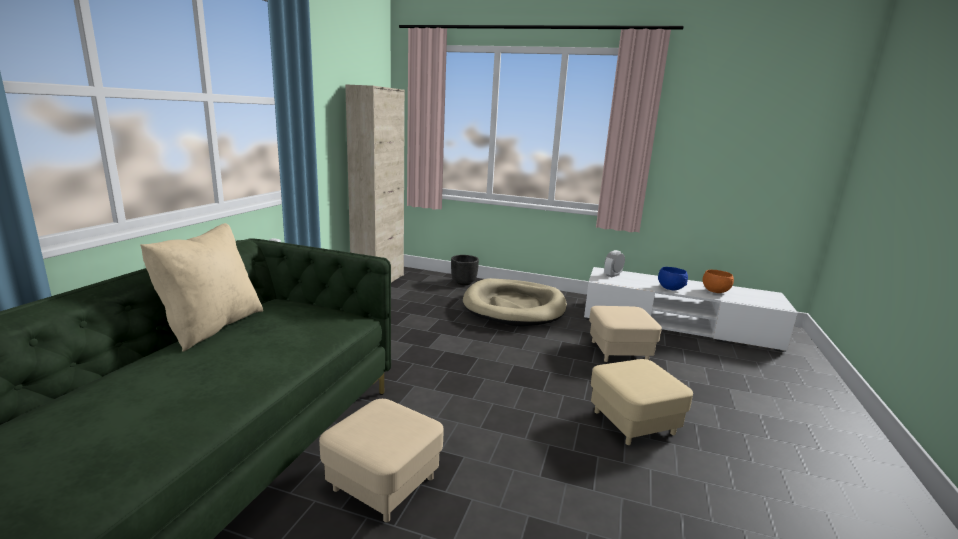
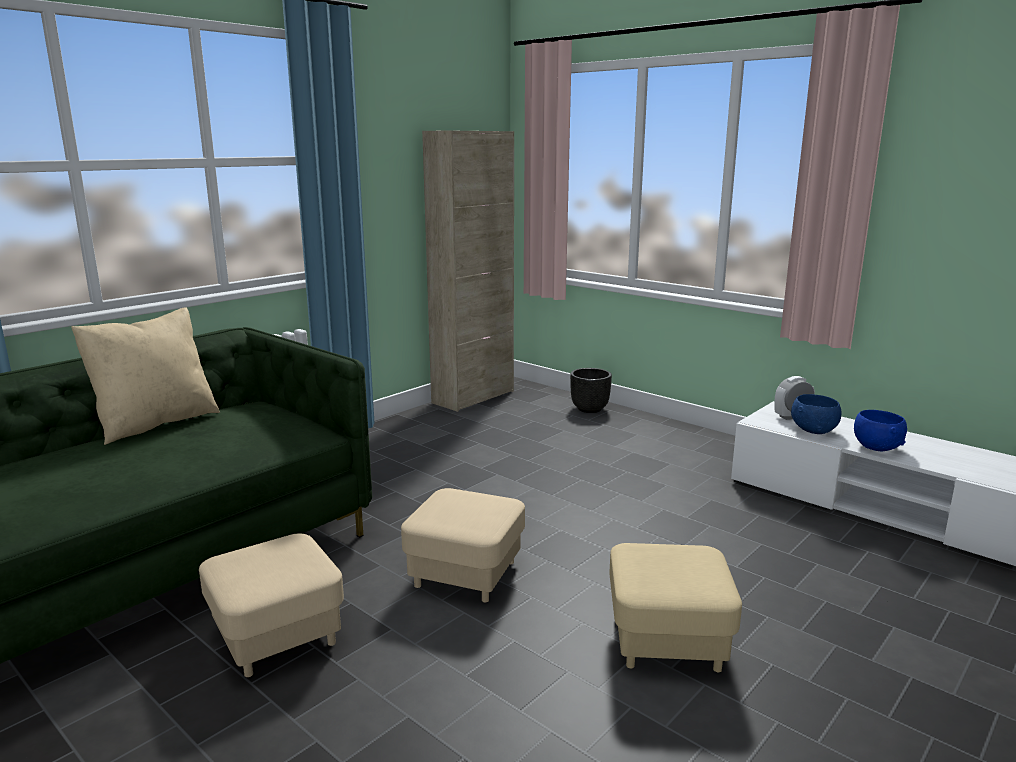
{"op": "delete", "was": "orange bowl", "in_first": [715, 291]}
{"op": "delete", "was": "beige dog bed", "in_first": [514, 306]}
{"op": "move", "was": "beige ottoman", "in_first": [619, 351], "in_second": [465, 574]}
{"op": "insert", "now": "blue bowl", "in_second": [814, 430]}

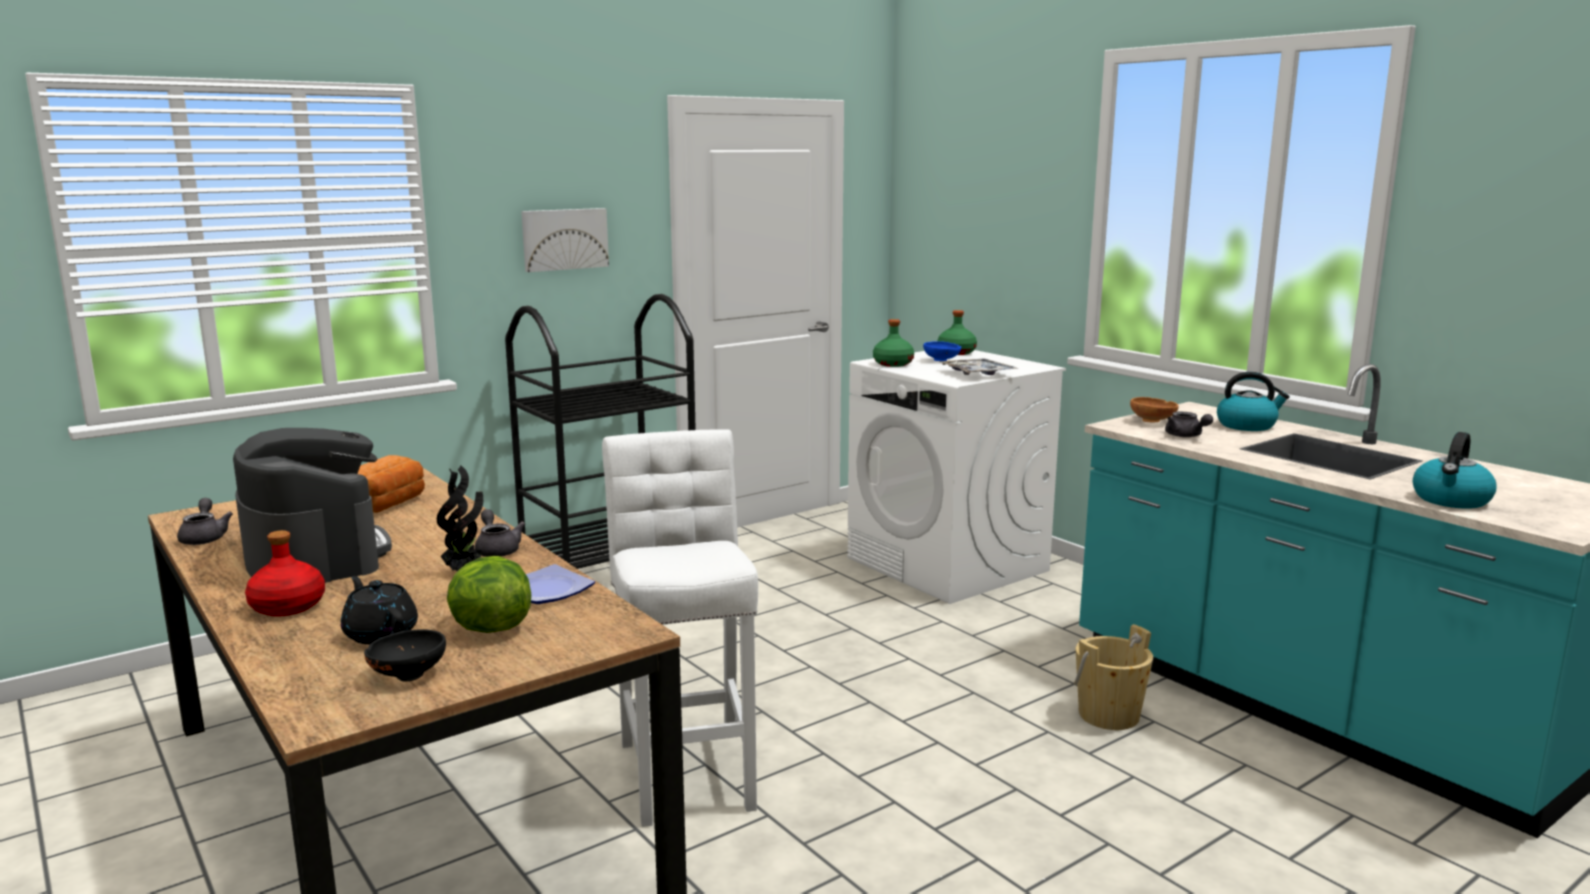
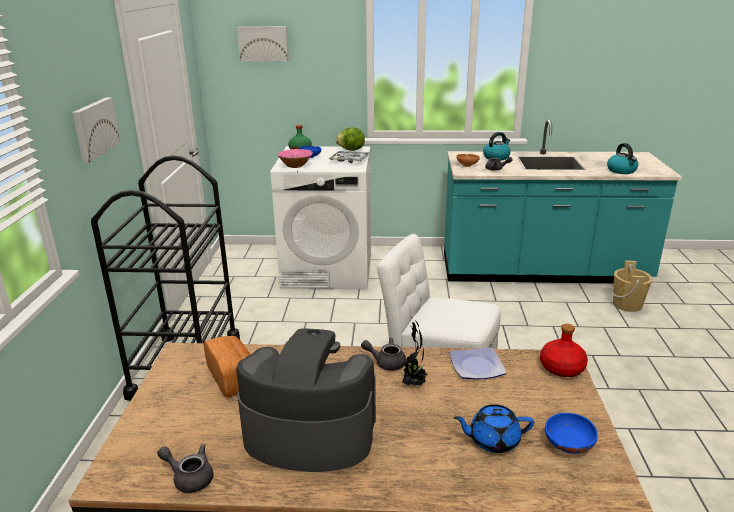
{"op": "replace", "was": "green bottle", "now": "pink bowl", "in_first": [892, 364], "in_second": [295, 166]}
{"op": "move", "was": "red bottle", "in_first": [288, 606], "in_second": [561, 367]}
{"op": "move", "was": "lettuce", "in_first": [489, 628], "in_second": [351, 150]}
{"op": "recolor", "was": "black teapot", "now": "blue teapot", "in_first": [380, 633], "in_second": [492, 440]}
{"op": "move", "was": "beige bucket", "in_first": [1108, 715], "in_second": [627, 305]}
{"op": "recolor", "was": "black bowl", "now": "blue bowl", "in_first": [407, 674], "in_second": [567, 446]}
{"op": "insert", "now": "picture", "in_second": [263, 43]}

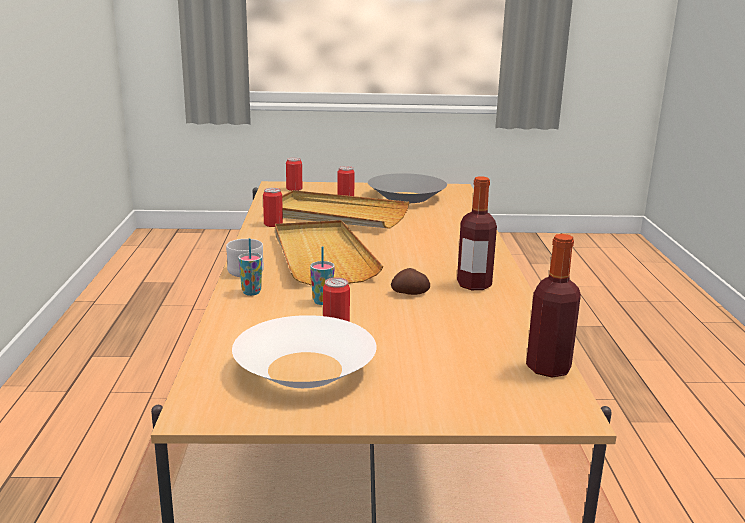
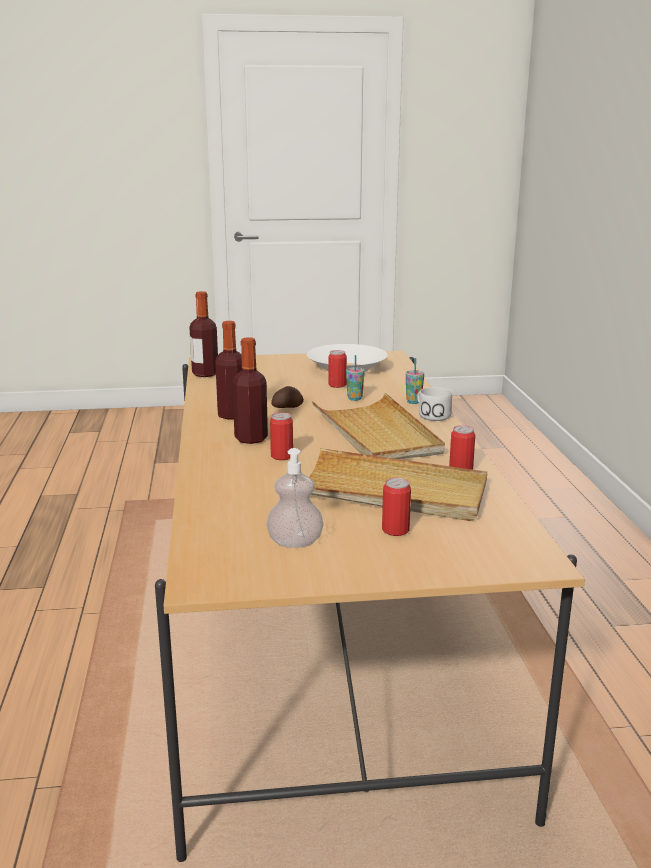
{"op": "move", "was": "can", "in_first": [294, 189], "in_second": [282, 456]}
{"op": "replace", "was": "grey bowl", "now": "soap dispenser", "in_first": [407, 197], "in_second": [295, 542]}
{"op": "insert", "now": "bottle", "in_second": [251, 439]}

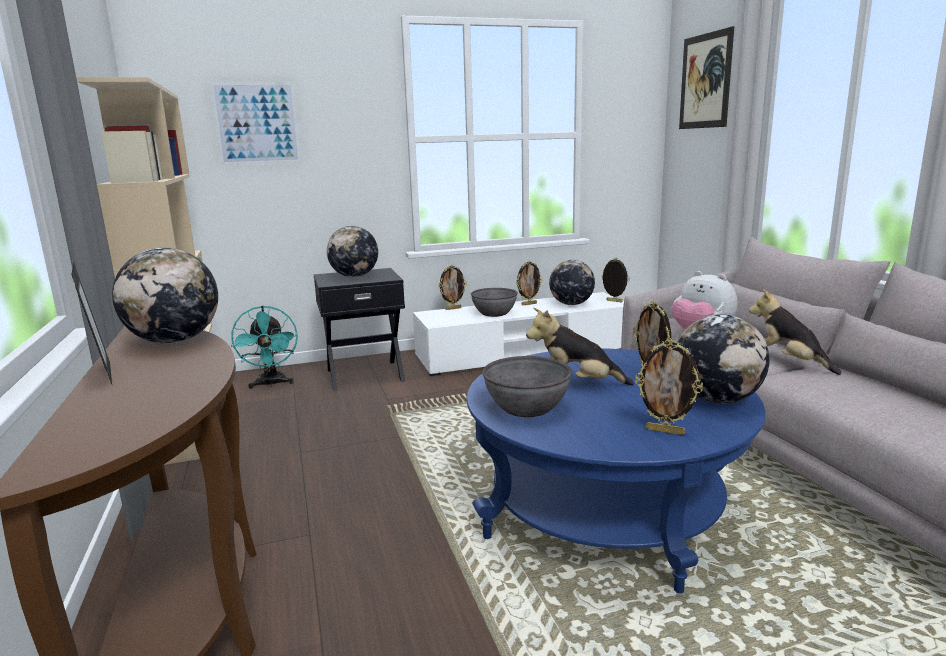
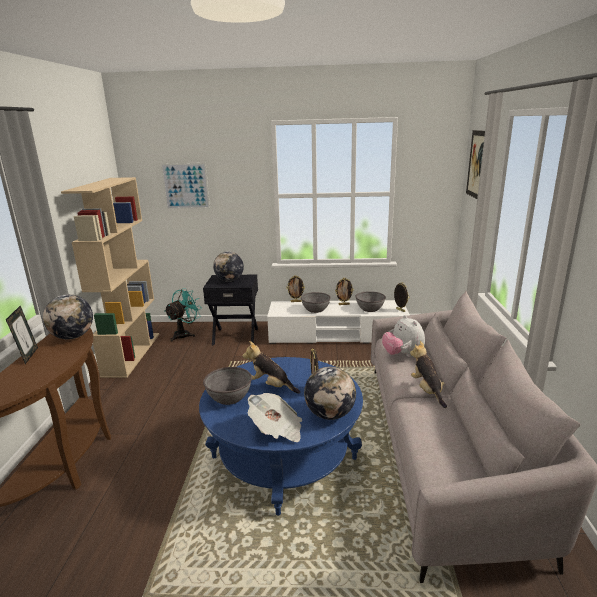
{"op": "replace", "was": "globe", "now": "grey bowl", "in_first": [571, 304], "in_second": [370, 309]}
{"op": "rotate", "was": "turquoise fan", "in_first": [271, 384], "in_second": [185, 334], "clockwise": -150}
{"op": "replace", "was": "picture frame", "now": "newspaper", "in_first": [665, 431], "in_second": [277, 430]}

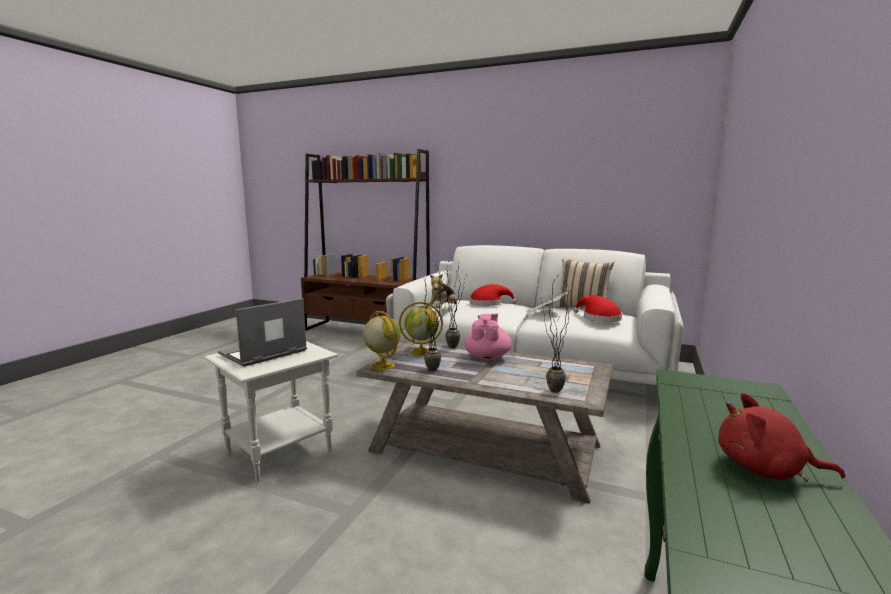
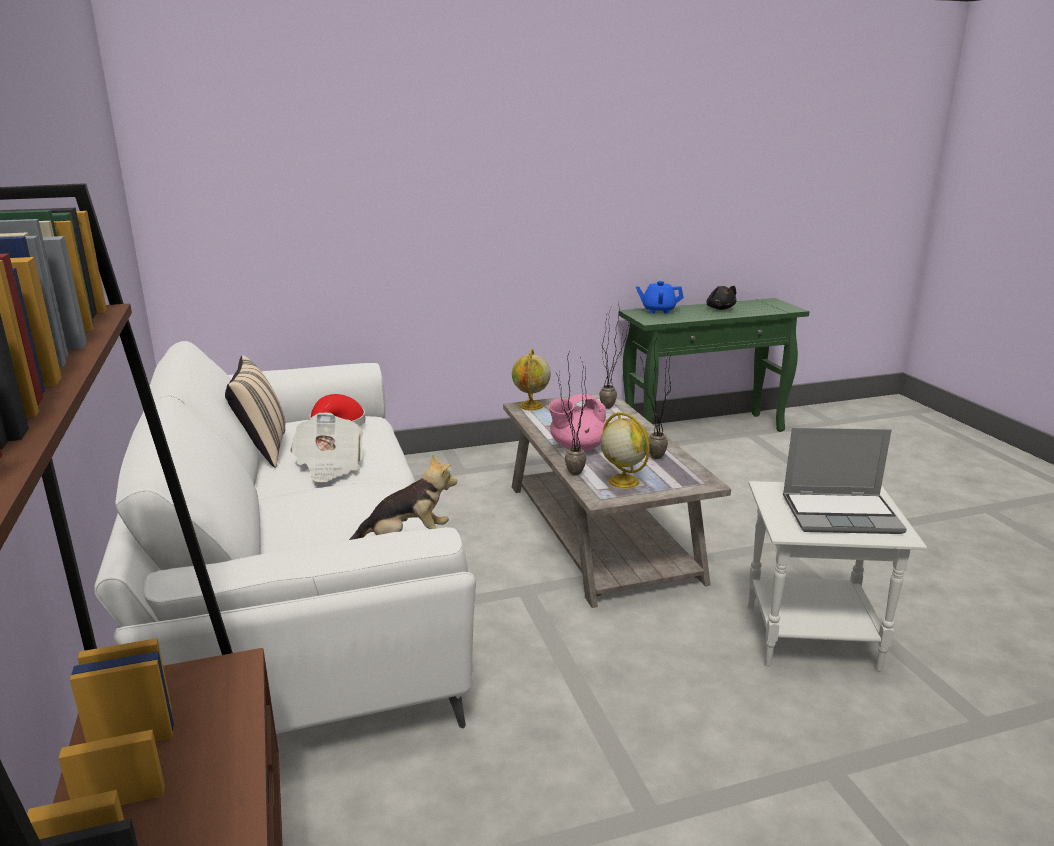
{"op": "delete", "was": "red hat", "in_first": [488, 303]}
{"op": "move", "was": "globe", "in_first": [382, 366], "in_second": [531, 406]}
{"op": "recolor", "was": "red plush toy", "now": "black plush toy", "in_first": [765, 470], "in_second": [720, 308]}
{"op": "insert", "now": "blue teapot", "in_second": [658, 311]}

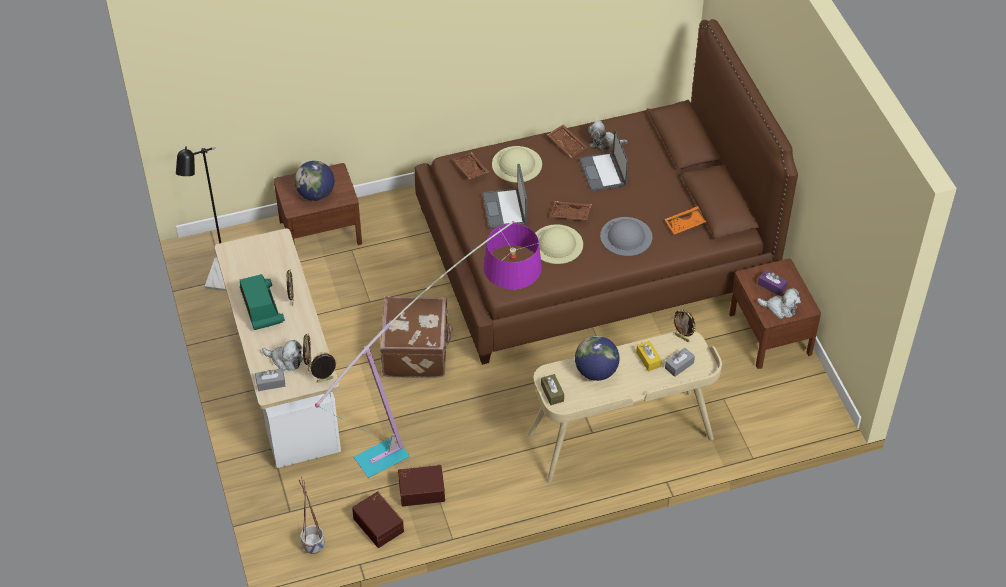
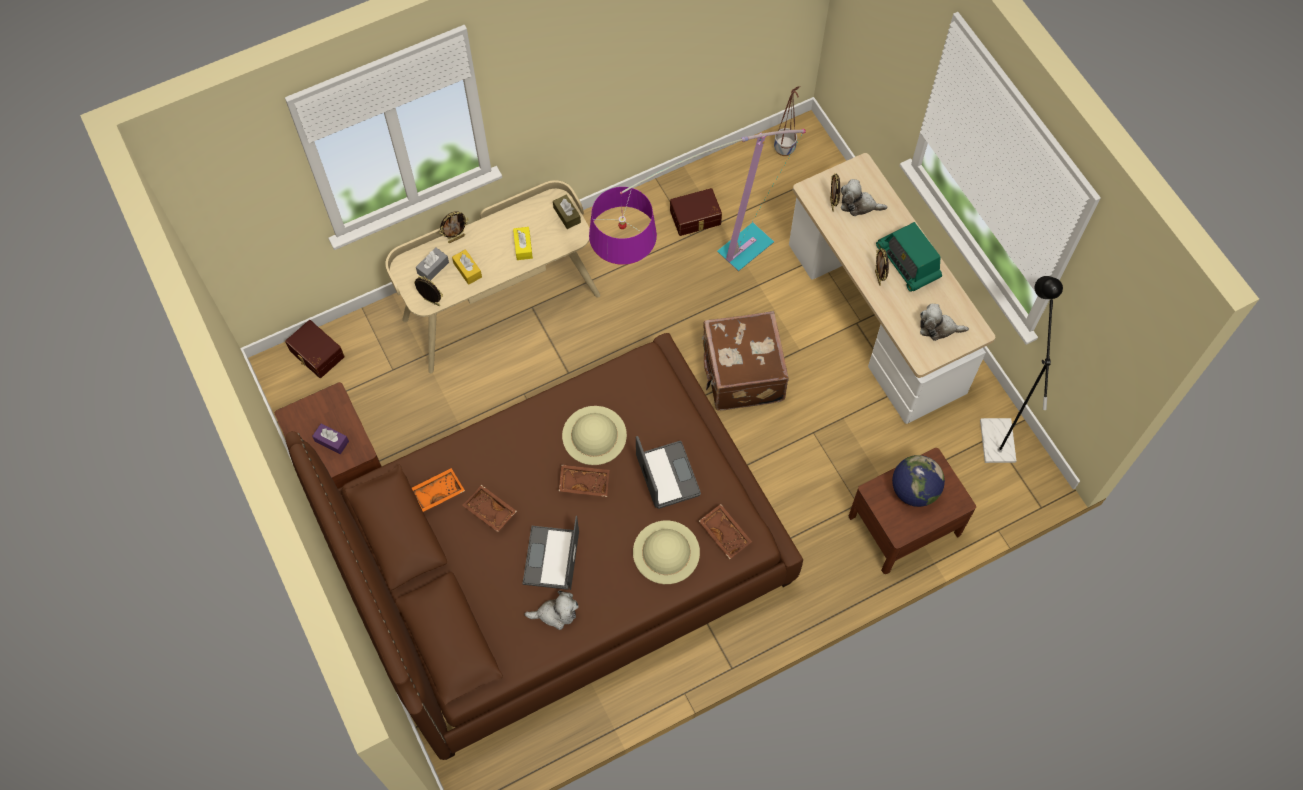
{"op": "move", "was": "brown tray", "in_first": [567, 144], "in_second": [489, 511]}
{"op": "rotate", "was": "laptop", "in_first": [603, 172], "in_second": [551, 559], "clockwise": -150}
{"op": "delete", "was": "grey hat", "in_first": [626, 236]}
{"op": "move", "was": "plush toy", "in_first": [780, 308], "in_second": [938, 328]}
{"op": "replace", "was": "globe", "now": "yellow tissue box", "in_first": [596, 372], "in_second": [523, 246]}
{"op": "move", "was": "picture frame", "in_first": [325, 380], "in_second": [456, 238]}
{"op": "delete", "was": "grey tissue box", "in_first": [270, 383]}
{"op": "move", "was": "brown storage box", "in_first": [379, 524], "in_second": [316, 354]}

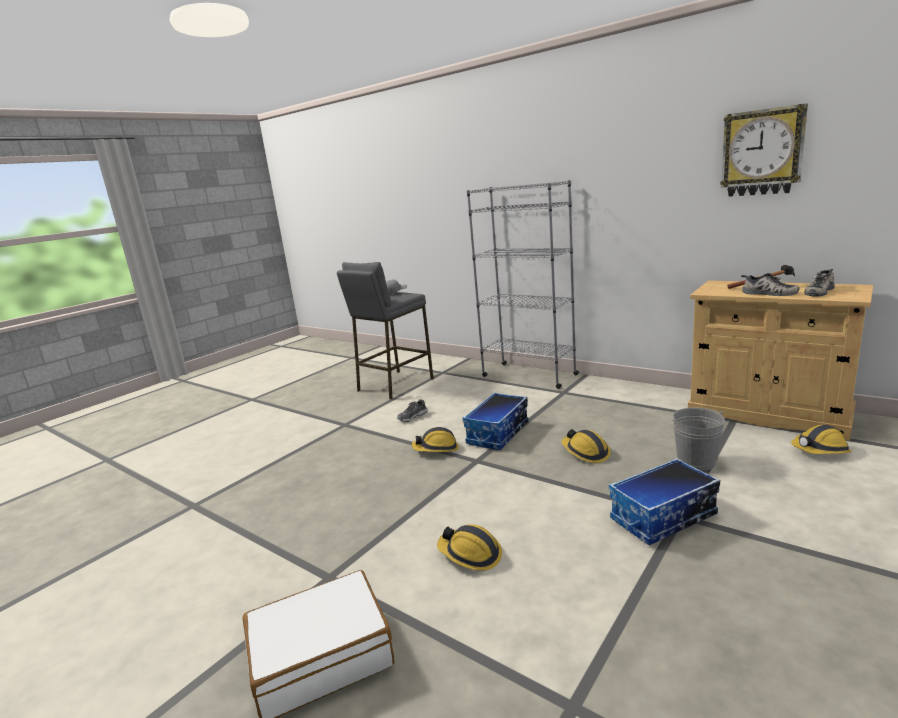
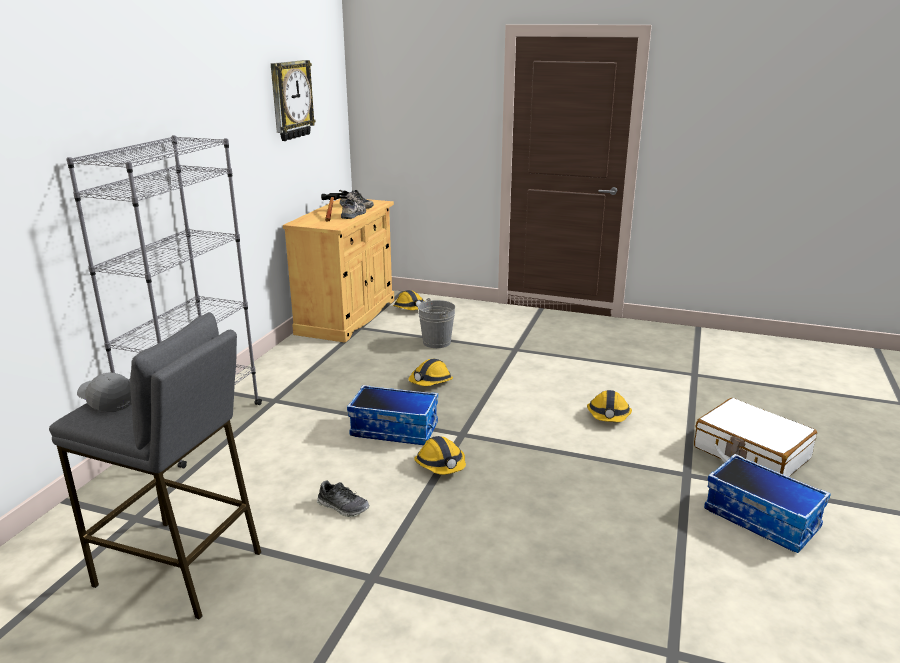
{"op": "move", "was": "storage box", "in_first": [663, 518], "in_second": [762, 519]}

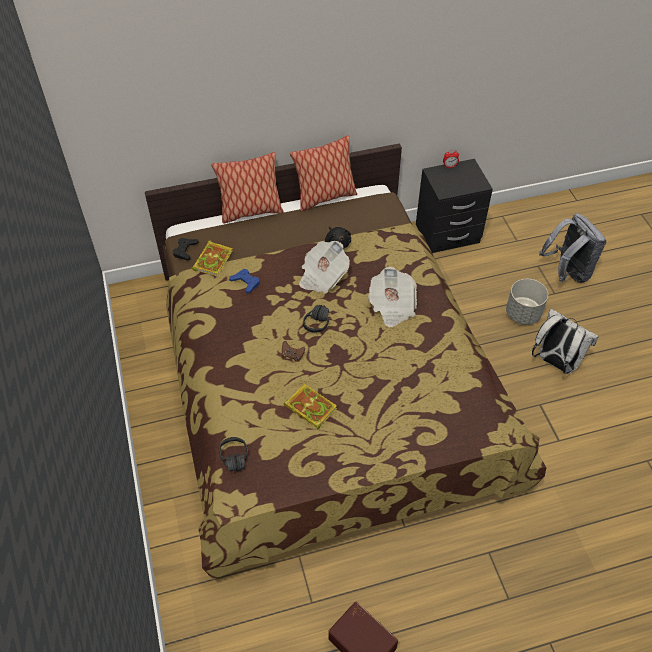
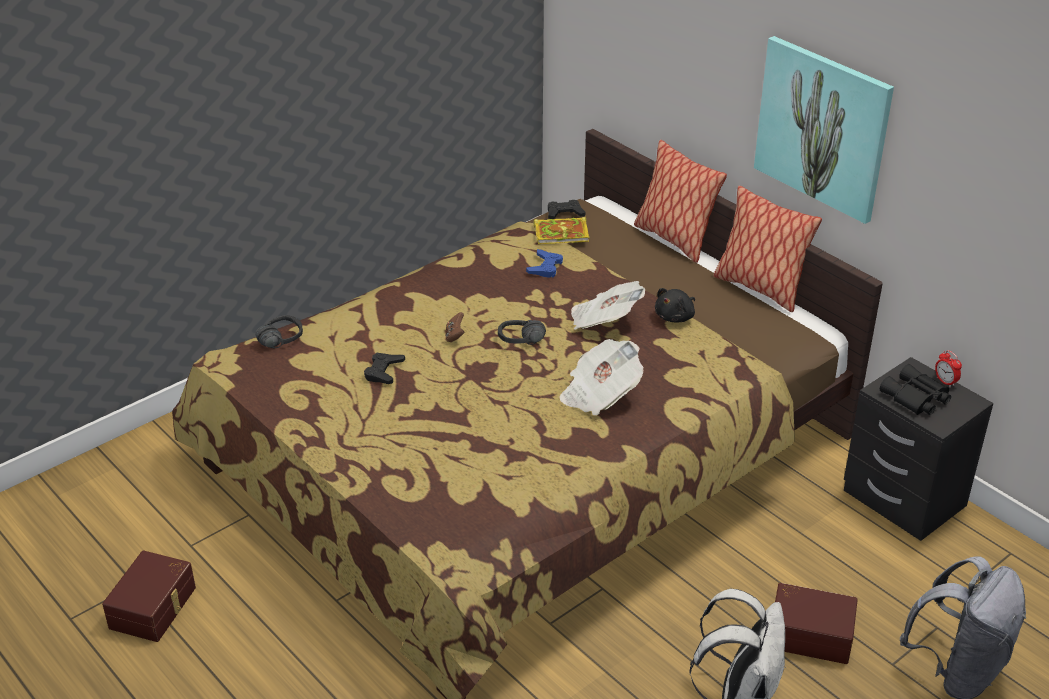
{"op": "replace", "was": "grey planter", "now": "brown storage box", "in_first": [523, 314], "in_second": [810, 633]}
{"op": "replace", "was": "book", "now": "black game controller", "in_first": [309, 407], "in_second": [384, 371]}
{"op": "insert", "now": "picture", "in_second": [822, 128]}
{"op": "insert", "now": "black binoculars", "in_second": [915, 398]}

